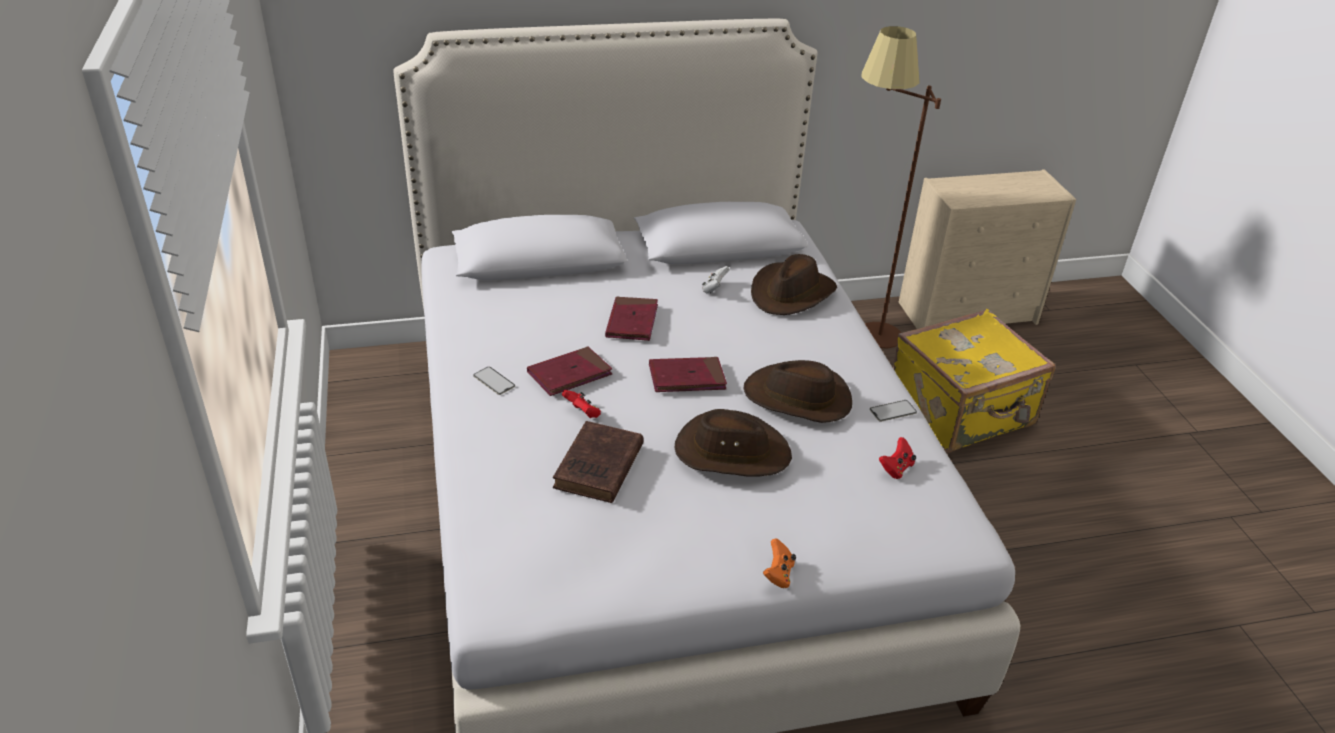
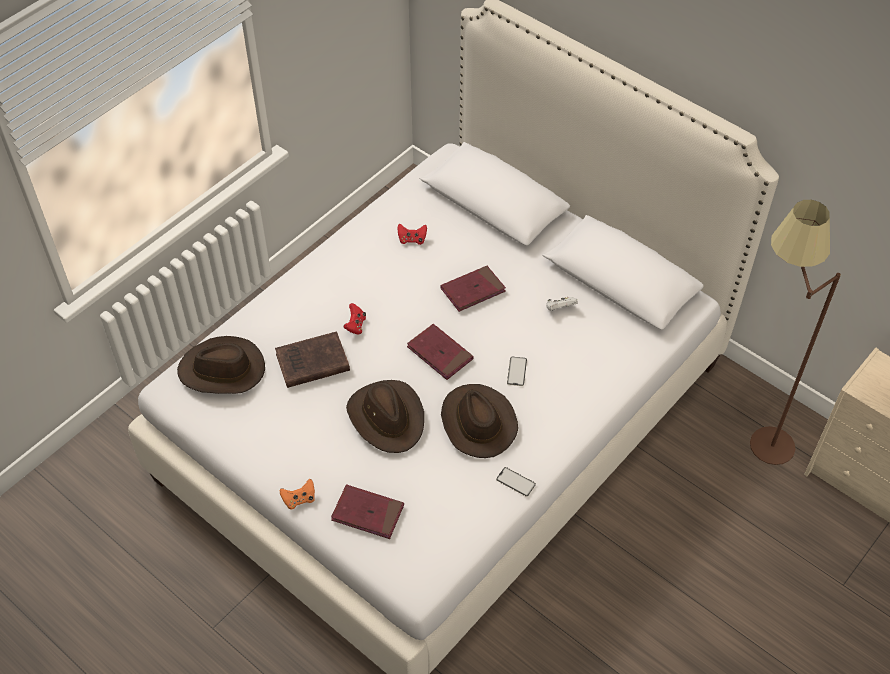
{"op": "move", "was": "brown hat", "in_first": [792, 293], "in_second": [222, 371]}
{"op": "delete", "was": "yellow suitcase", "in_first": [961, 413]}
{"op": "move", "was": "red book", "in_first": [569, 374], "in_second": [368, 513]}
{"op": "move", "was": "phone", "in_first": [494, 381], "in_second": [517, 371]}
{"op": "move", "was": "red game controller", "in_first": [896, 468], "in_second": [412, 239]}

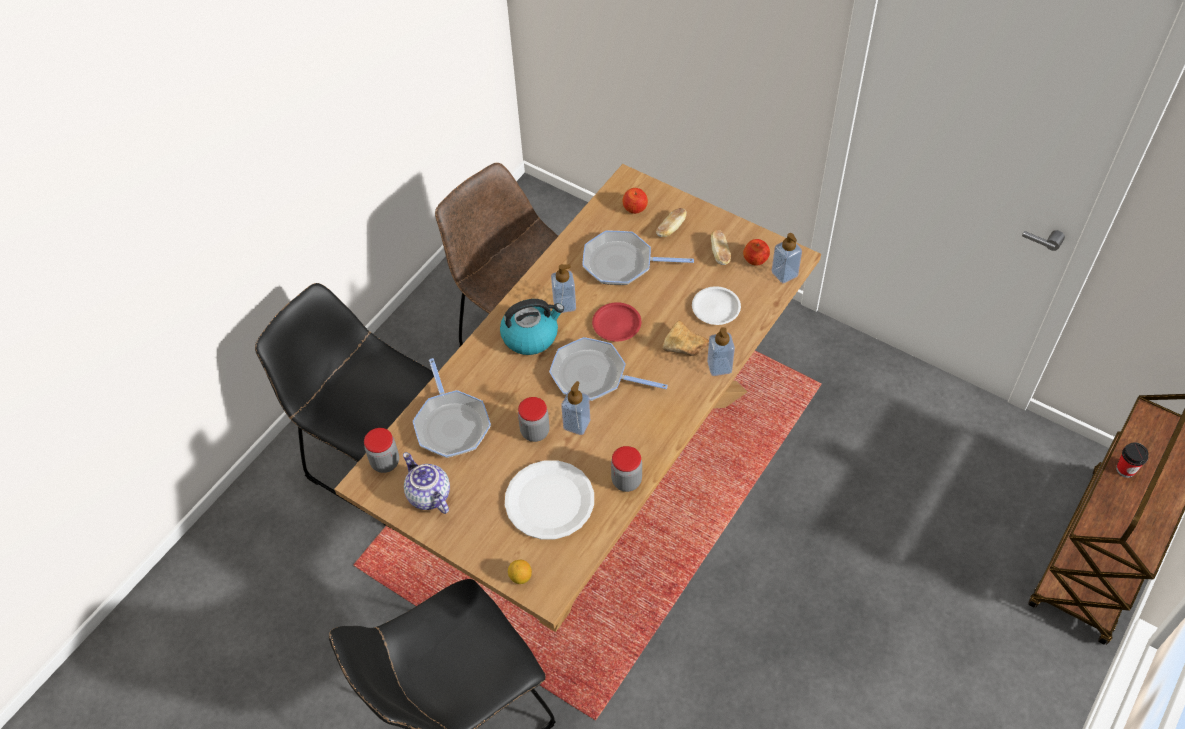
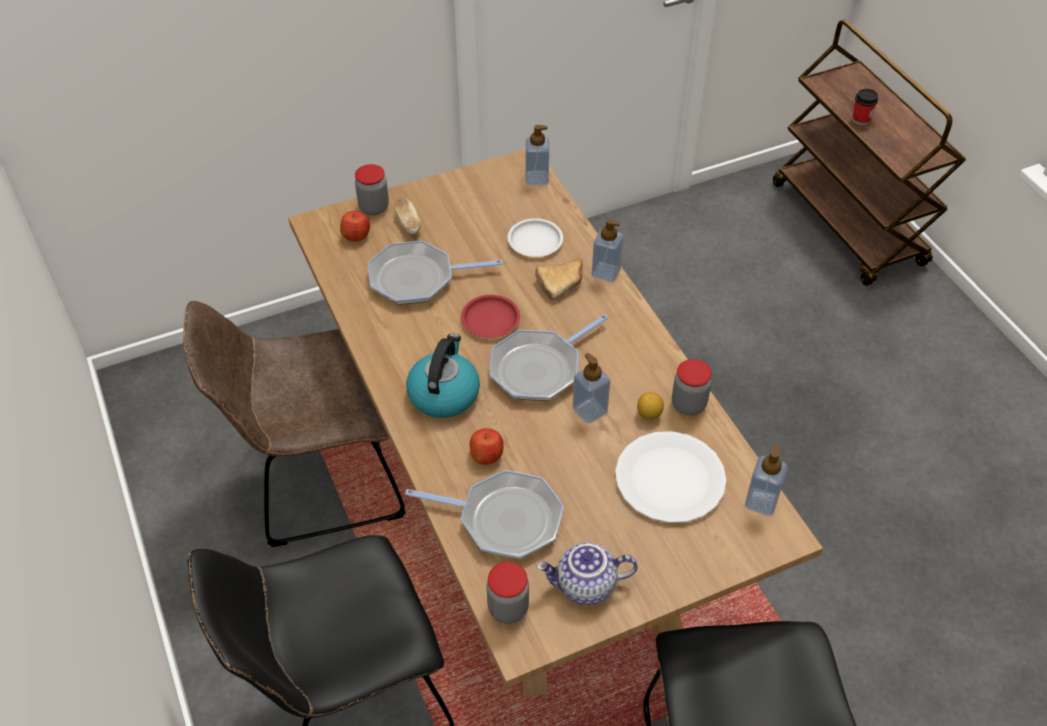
{"op": "delete", "was": "bread", "in_first": [720, 253]}
{"op": "rotate", "was": "frying pan", "in_first": [622, 263], "in_second": [417, 278], "clockwise": 45}
{"op": "move", "was": "apple", "in_first": [756, 259], "in_second": [486, 455]}
{"op": "move", "was": "soap dispenser", "in_first": [564, 305], "in_second": [761, 502]}
{"op": "move", "was": "jar", "in_first": [535, 431], "in_second": [374, 207]}
{"op": "move", "was": "lemon", "in_first": [520, 577], "in_second": [649, 414]}

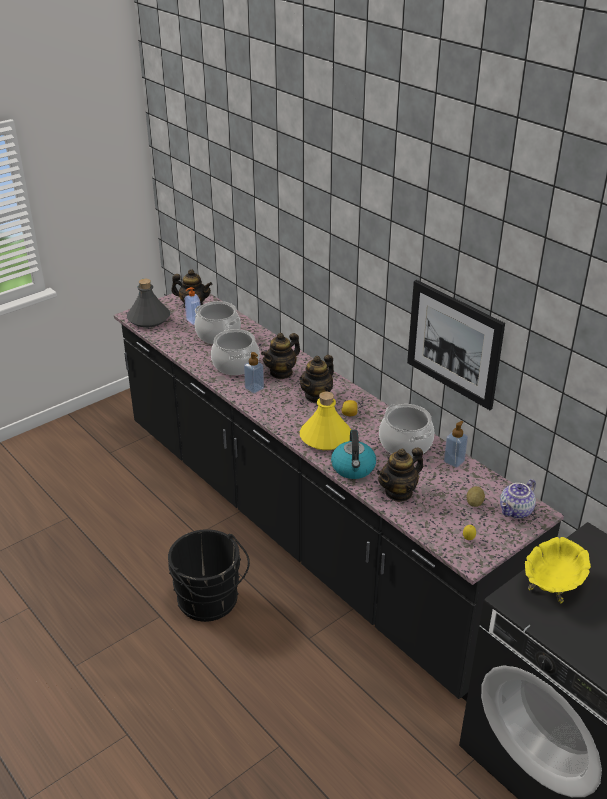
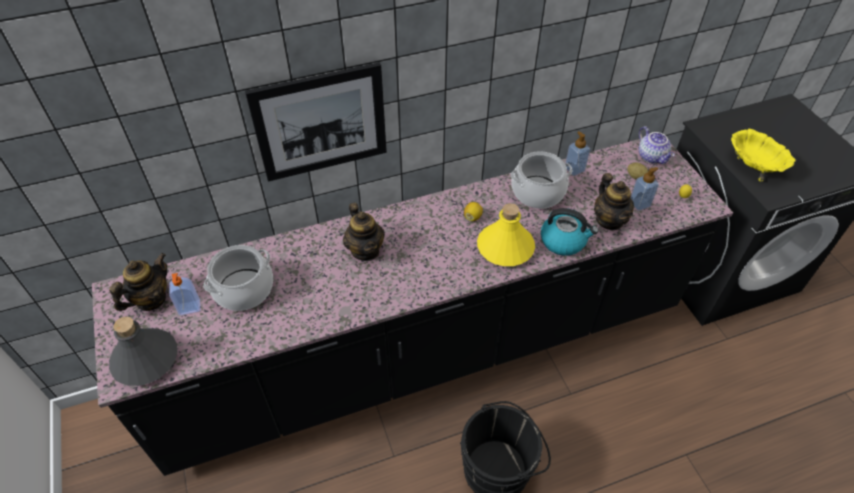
{"op": "move", "was": "picture", "in_first": [454, 343], "in_second": [321, 123]}
{"op": "delete", "was": "cooking pot", "in_first": [236, 364]}
{"op": "move", "was": "soap dispenser", "in_first": [254, 388], "in_second": [639, 203]}
{"op": "delete", "was": "teapot", "in_first": [317, 396]}

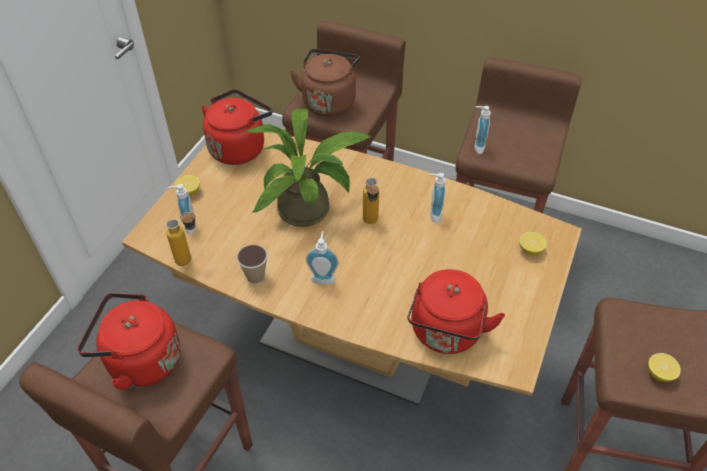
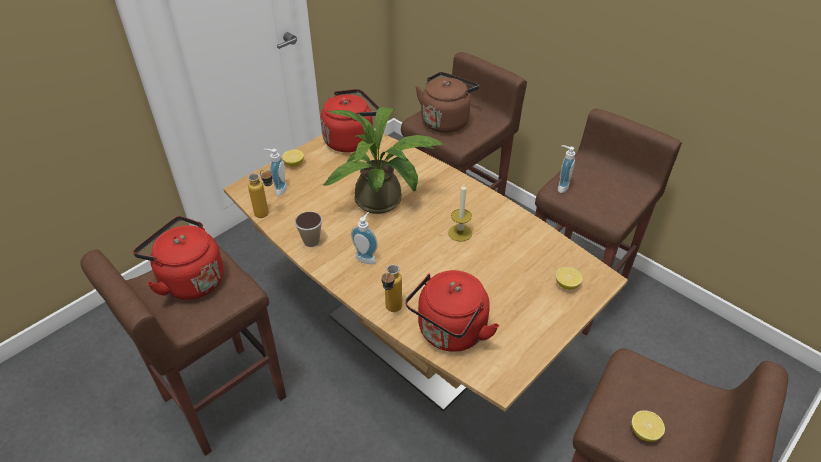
{"op": "delete", "was": "soap dispenser", "in_first": [433, 214]}
{"op": "move", "was": "bottle", "in_first": [371, 224], "in_second": [391, 311]}
{"op": "insert", "now": "candle", "in_second": [460, 233]}

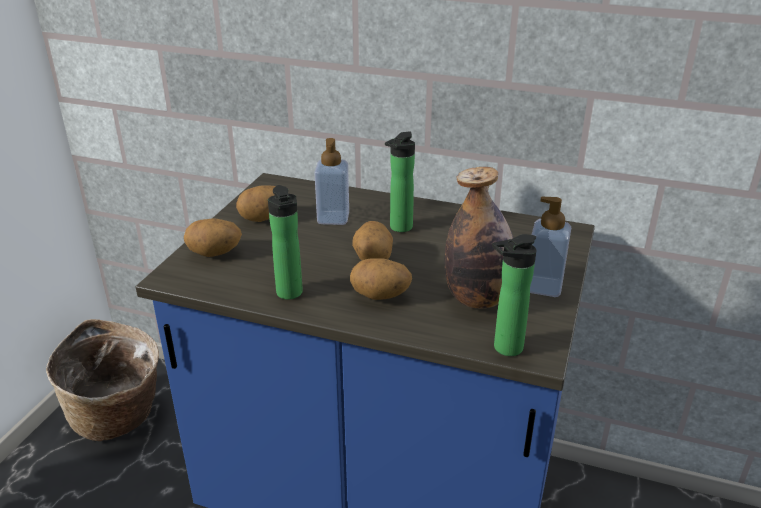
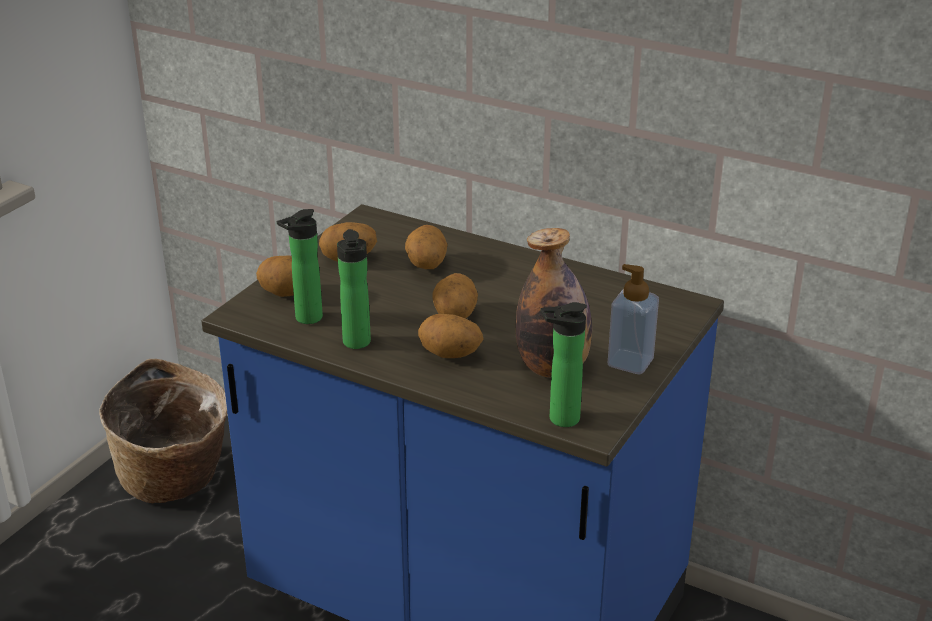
{"op": "move", "was": "bottle", "in_first": [399, 228], "in_second": [305, 319]}
{"op": "replace", "was": "soap dispenser", "now": "potato", "in_first": [333, 218], "in_second": [426, 265]}

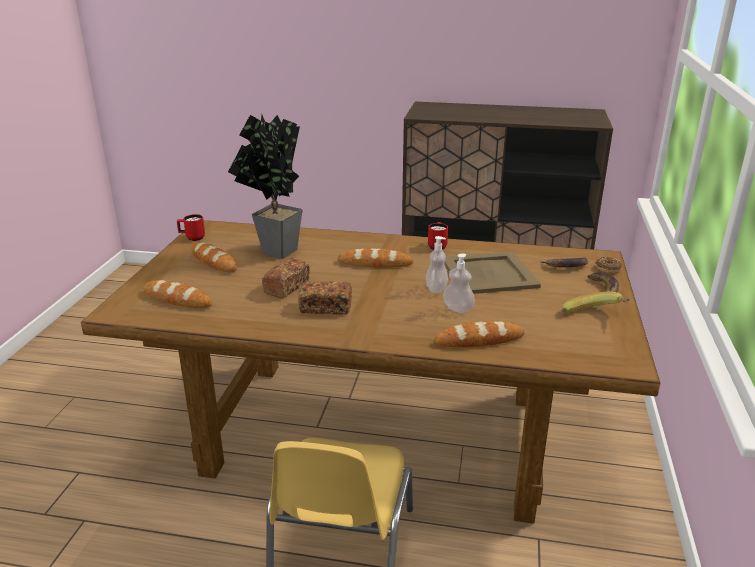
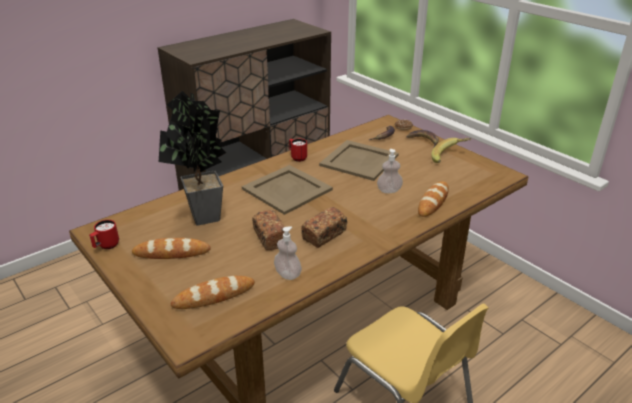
{"op": "move", "was": "soap dispenser", "in_first": [436, 289], "in_second": [287, 274]}
{"op": "replace", "was": "bread", "now": "beige tray", "in_first": [375, 263], "in_second": [287, 189]}

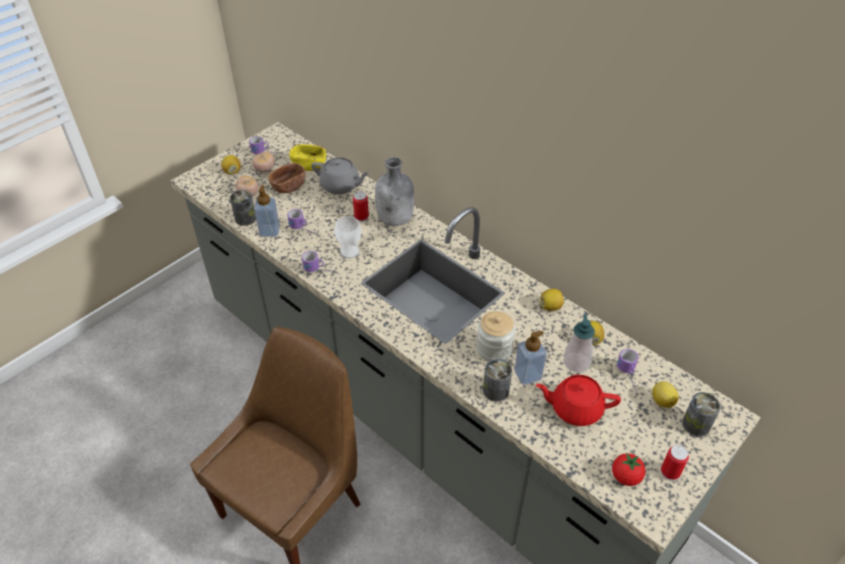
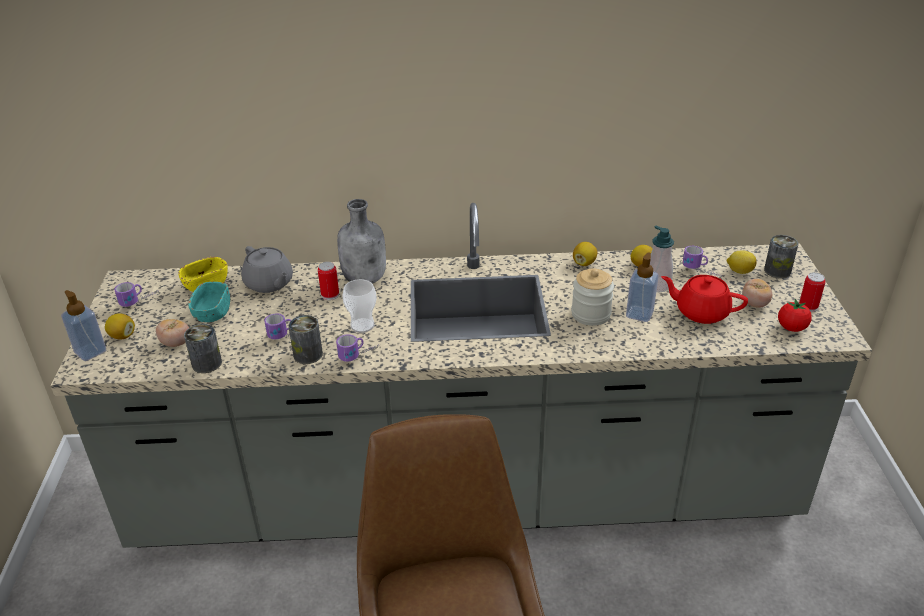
{"op": "move", "was": "tomato", "in_first": [264, 169], "in_second": [754, 304]}
{"op": "rotate", "was": "grey teapot", "in_first": [341, 186], "in_second": [269, 284], "clockwise": 75}
{"op": "recolor", "was": "brown bowl", "now": "turquoise bowl", "in_first": [288, 186], "in_second": [212, 313]}
{"op": "move", "was": "soap dispenser", "in_first": [269, 231], "in_second": [90, 351]}
{"op": "move", "was": "can", "in_first": [496, 390], "in_second": [308, 354]}
{"op": "rotate", "was": "red teapot", "in_first": [575, 408], "in_second": [701, 312], "clockwise": 60}

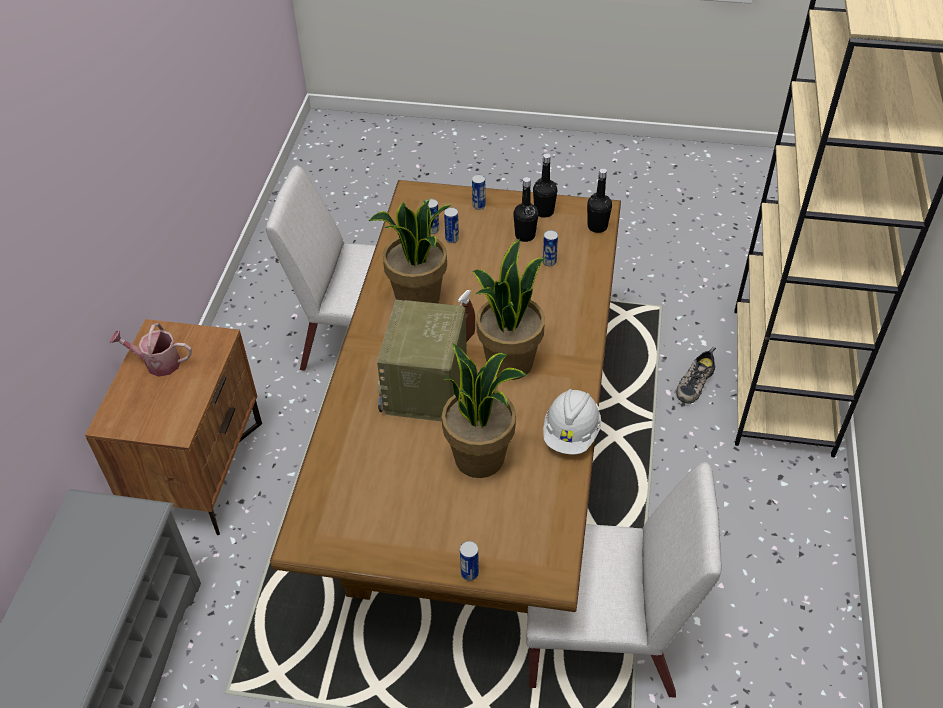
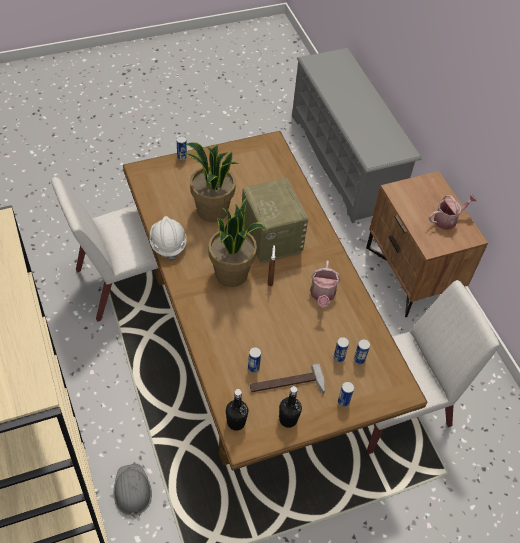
{"op": "replace", "was": "black bottle", "now": "hammer", "in_first": [525, 235], "in_second": [287, 386]}
{"op": "replace", "was": "potted plant", "now": "watering can", "in_first": [418, 299], "in_second": [322, 295]}
{"op": "replace", "was": "shoe", "now": "grey hard hat", "in_first": [694, 382], "in_second": [132, 491]}

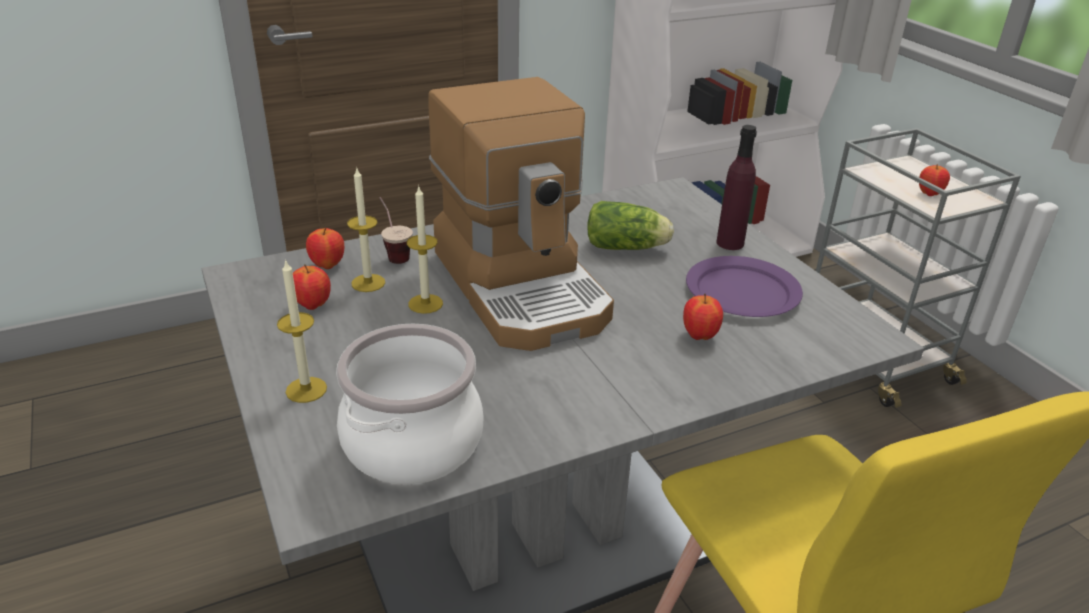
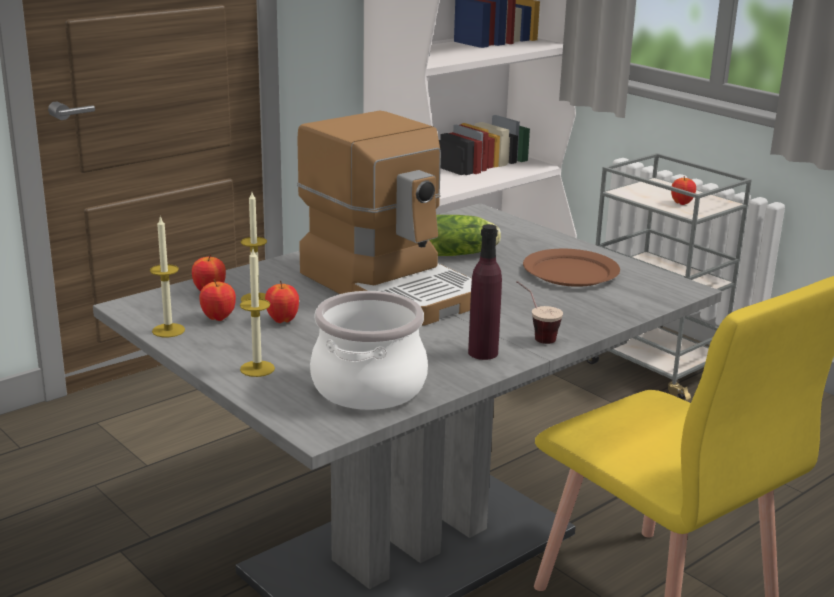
{"op": "move", "was": "purple bottle", "in_first": [730, 243], "in_second": [483, 353]}
{"op": "move", "was": "candle", "in_first": [425, 304], "in_second": [168, 330]}
{"op": "move", "was": "cup", "in_first": [394, 253], "in_second": [535, 336]}
{"op": "recolor", "was": "purple plate", "now": "brown plate", "in_first": [741, 291], "in_second": [569, 272]}
{"op": "move", "was": "apple", "in_first": [699, 336], "in_second": [282, 320]}

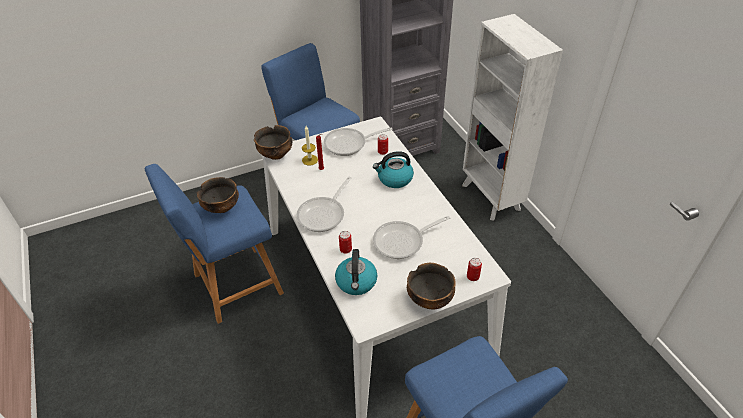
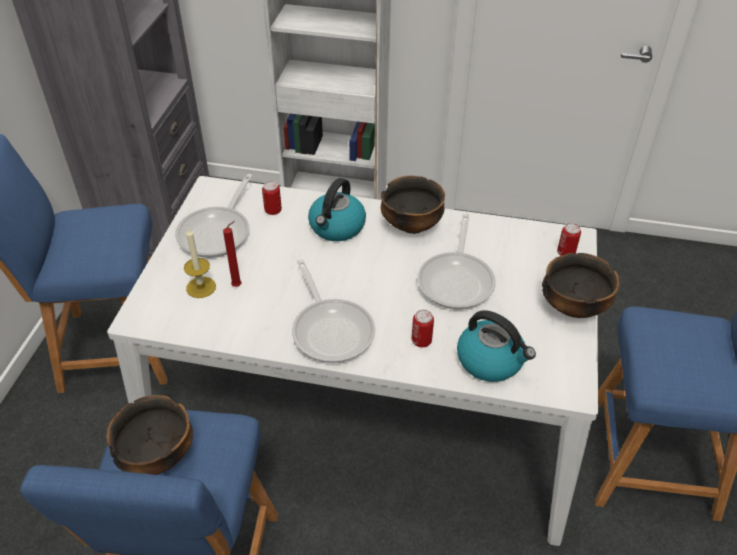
{"op": "move", "was": "bowl", "in_first": [276, 154], "in_second": [411, 225]}

